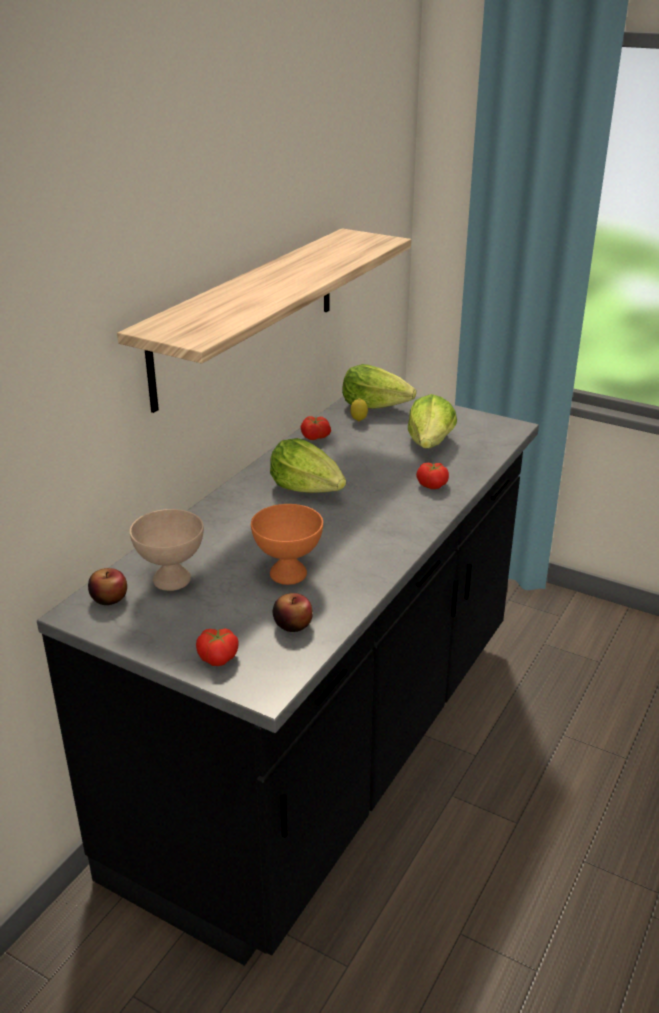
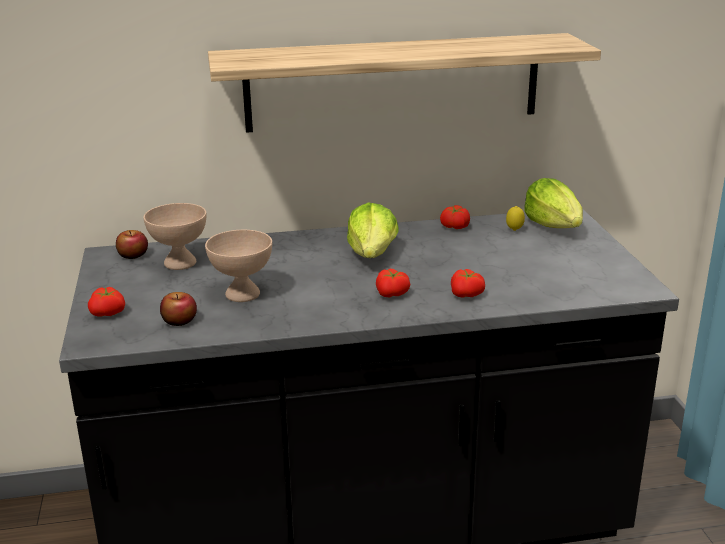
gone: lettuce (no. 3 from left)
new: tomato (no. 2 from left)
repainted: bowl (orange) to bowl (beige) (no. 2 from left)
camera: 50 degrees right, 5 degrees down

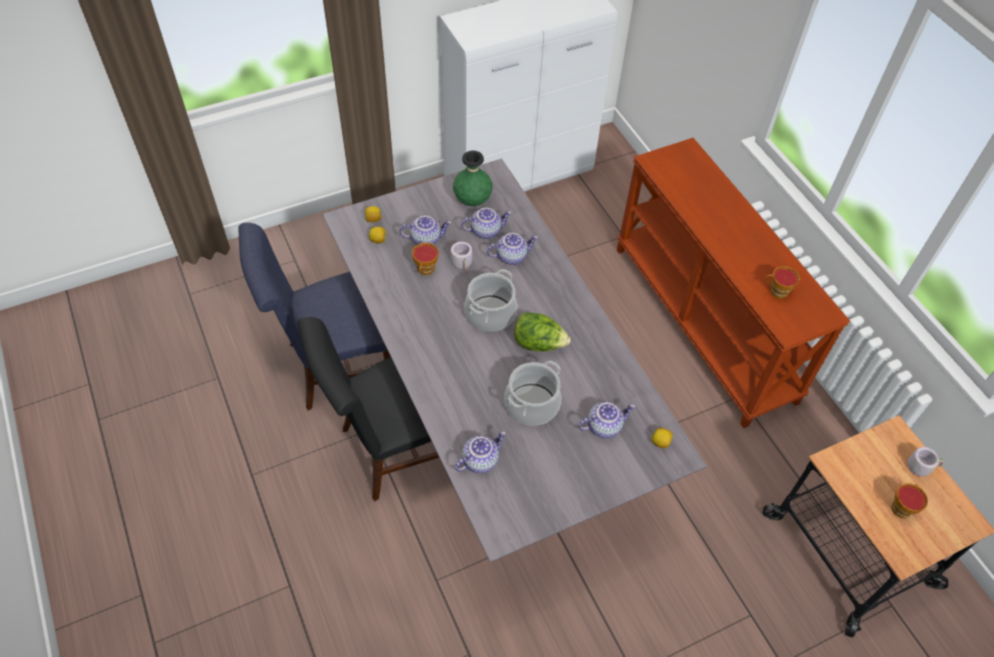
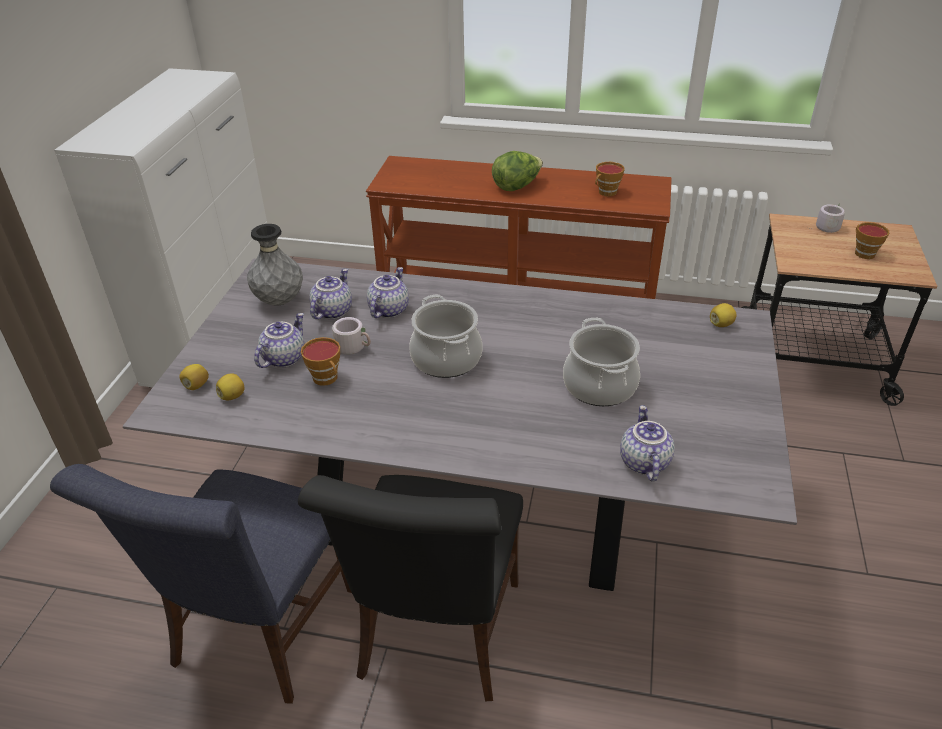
gone: teapot (no. 5 from left)
shifted: lettuce
repainted: vase (green) to vase (grey)
camera: 50 degrees left, 15 degrees down

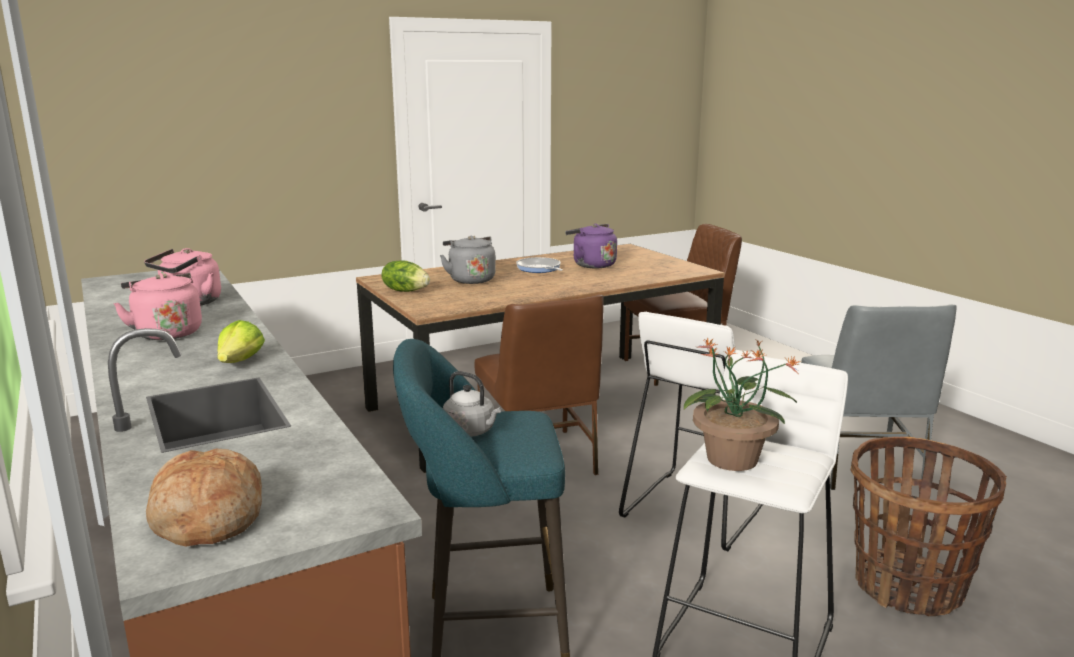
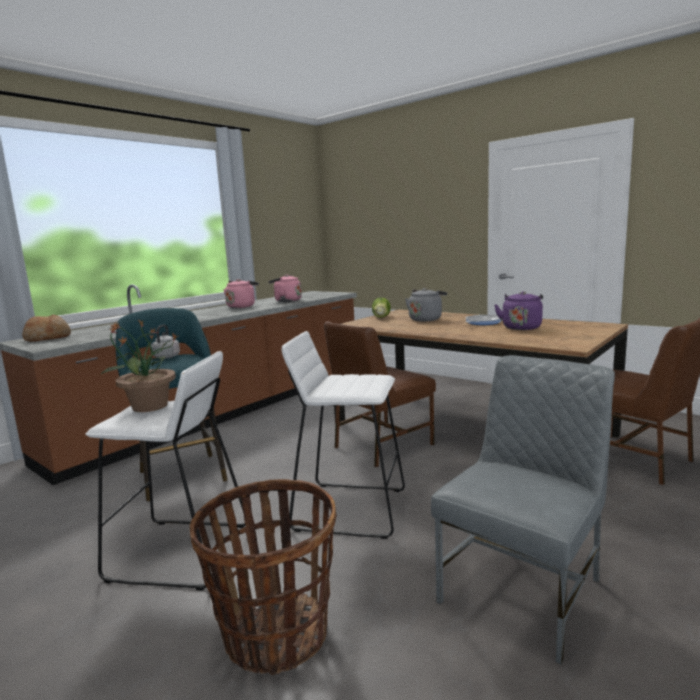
gone: lettuce (no. 1 from left)
rotated: chair (grey) 150 degrees clockwise
camera: 70 degrees right, 5 degrees down

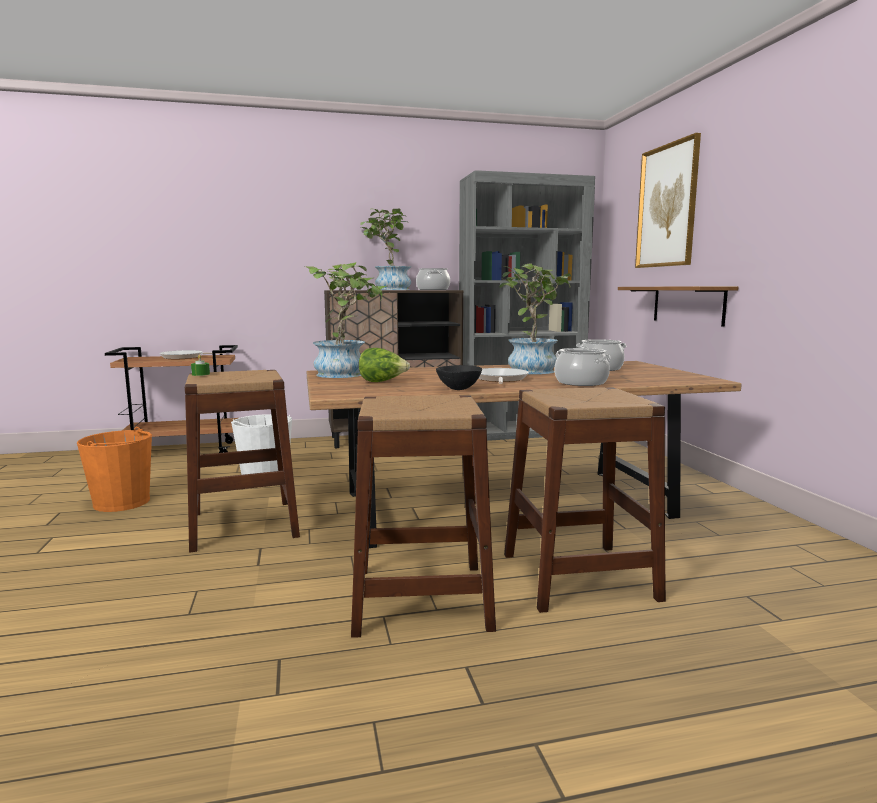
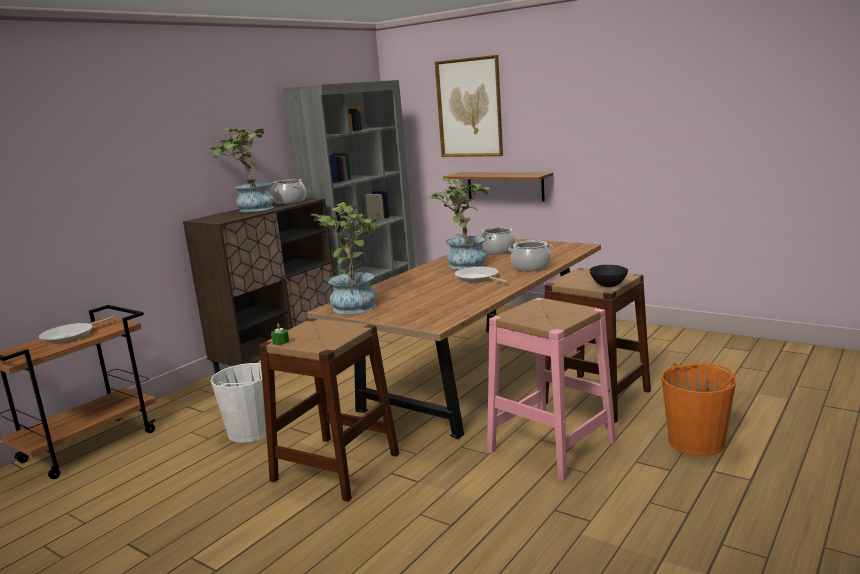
gone: lettuce
shifted: bucket (orange); bowl (black)
repainted: stool (brown) (no. 2 from left) to stool (pink)
camera: 40 degrees left, 5 degrees up

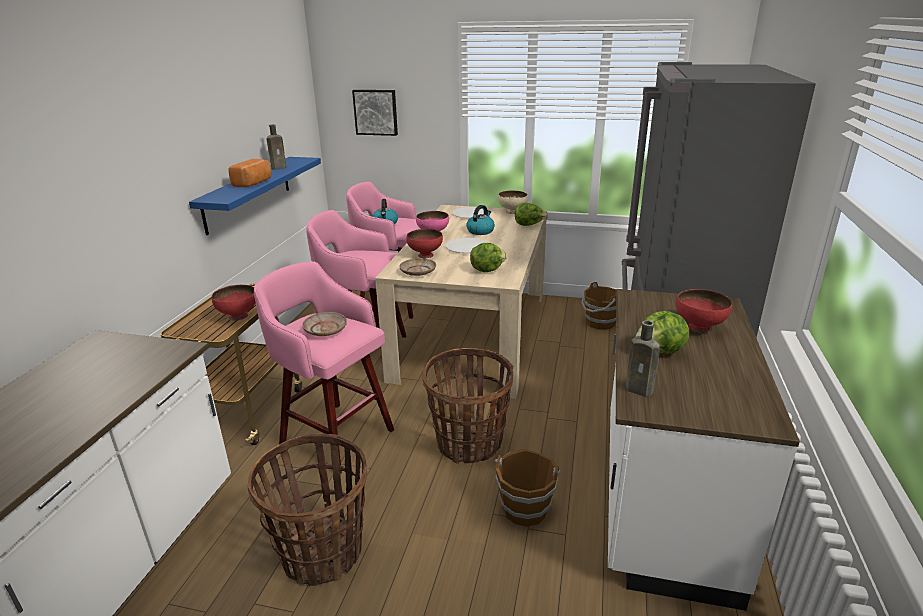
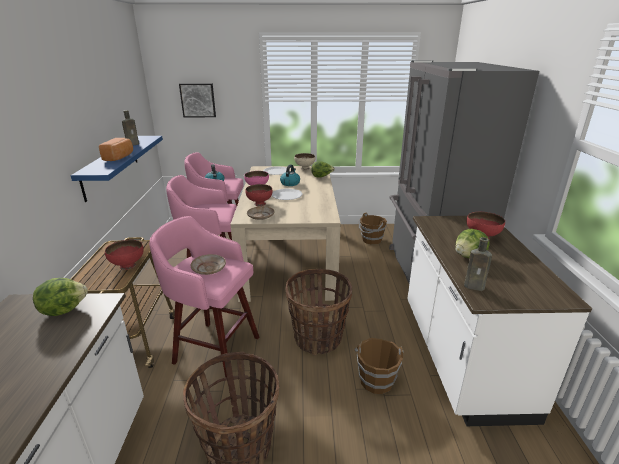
shifted: lettuce (no. 1 from left)
camera: 15 degrees left, 0 degrees up

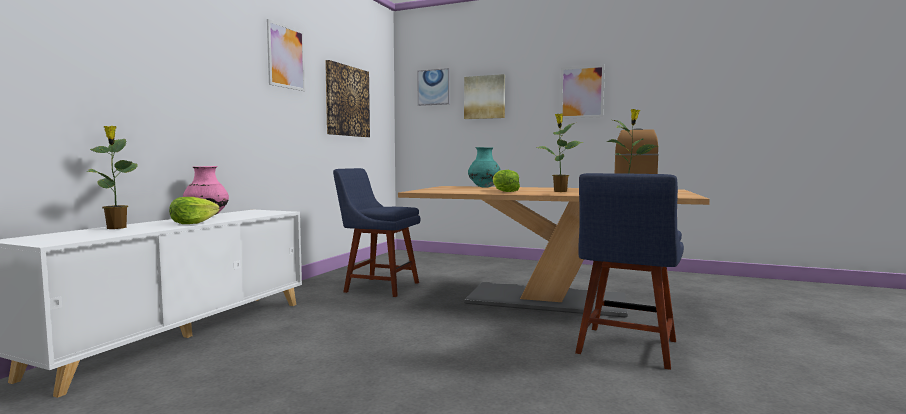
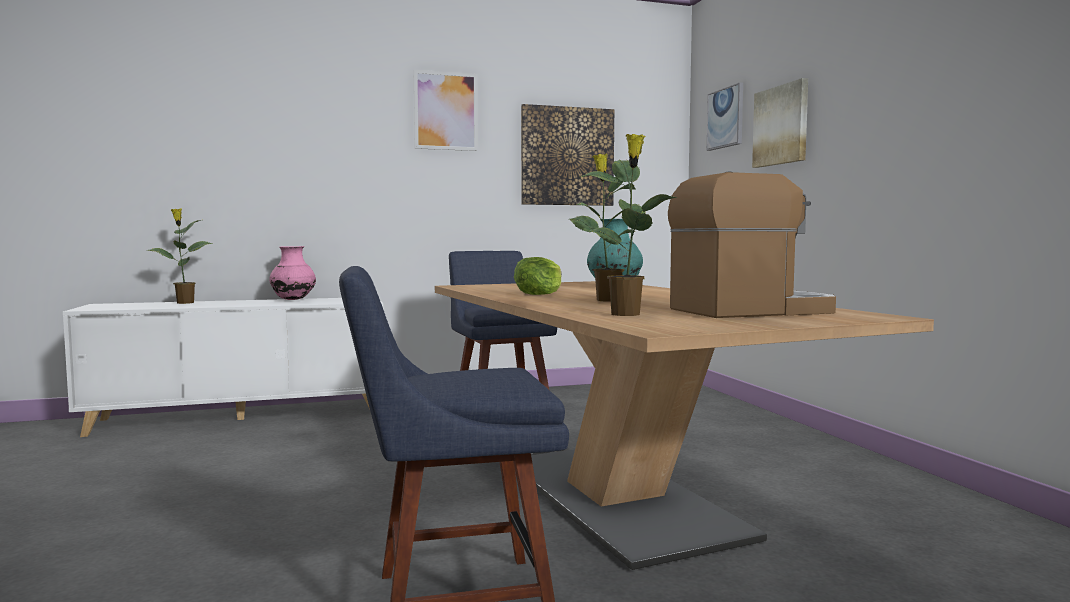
gone: lettuce (no. 1 from left); picture (no. 5 from left)
camera: 50 degrees right, 0 degrees up

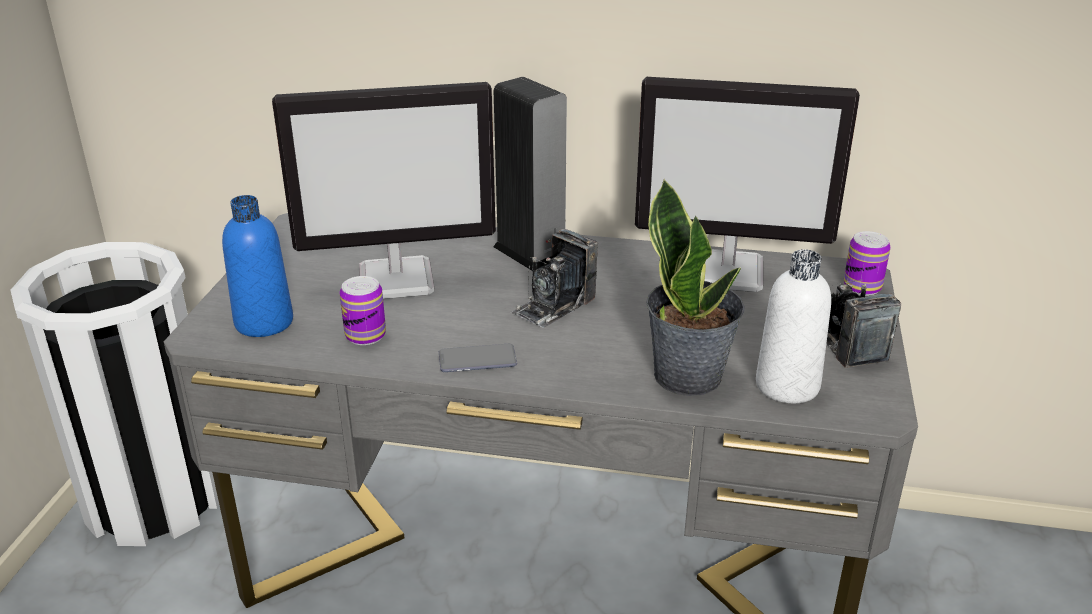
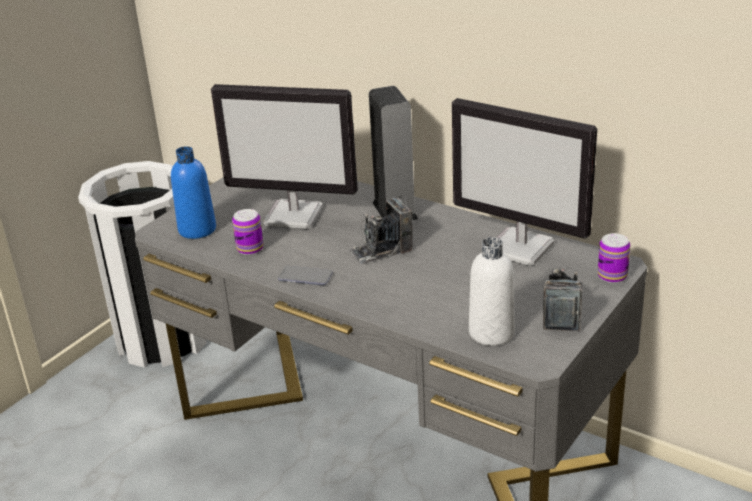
gone: potted plant
camera: 25 degrees right, 0 degrees up

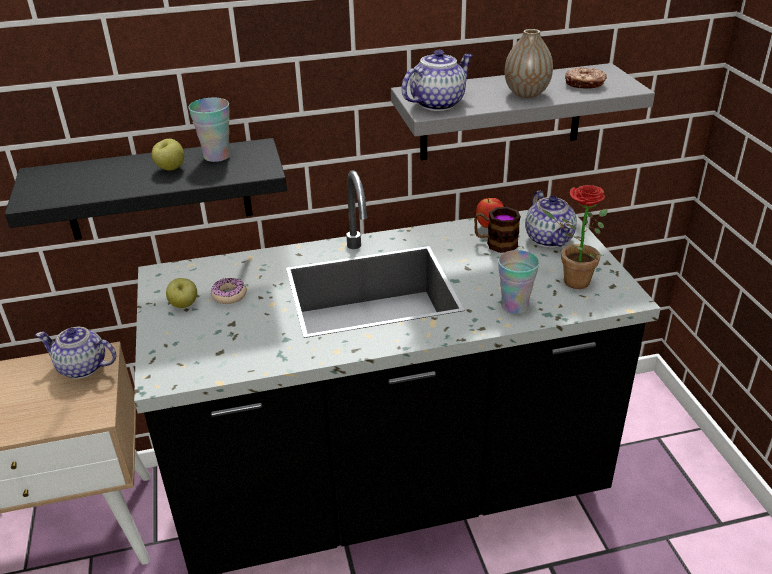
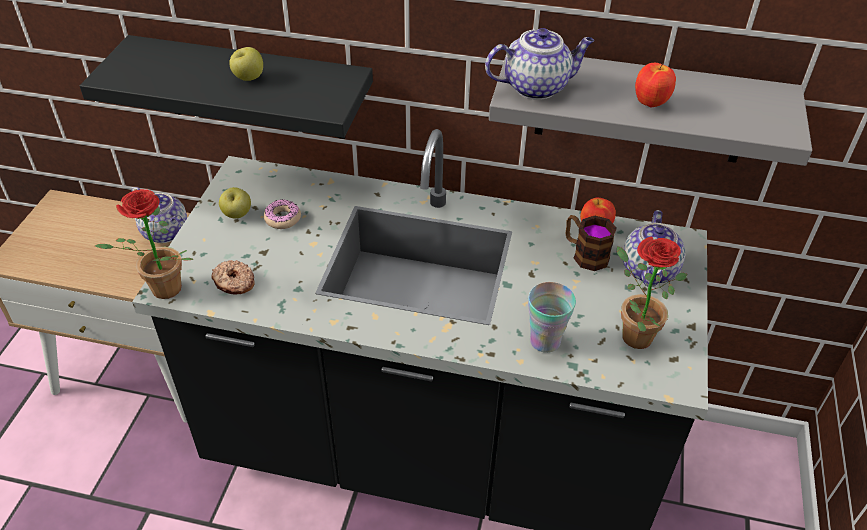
gone: cup (no. 1 from left)
new: potted plant (no. 1 from left)
shifted: donut (no. 2 from left in the first image) to donut (no. 1 from left)
swapped: vase to apple (no. 4 from left)
camera: 25 degrees right, 10 degrees up

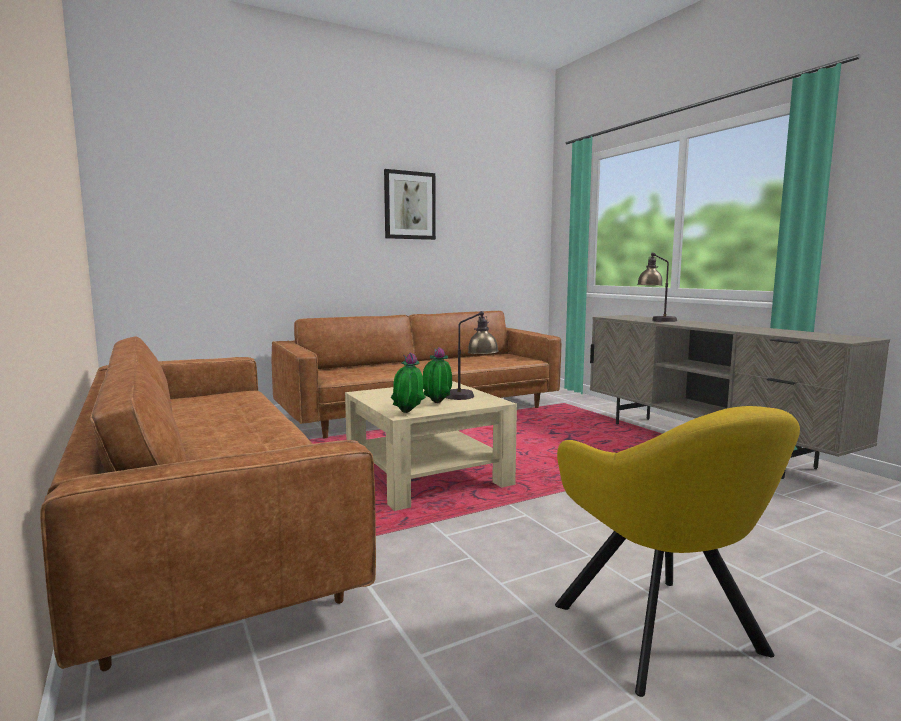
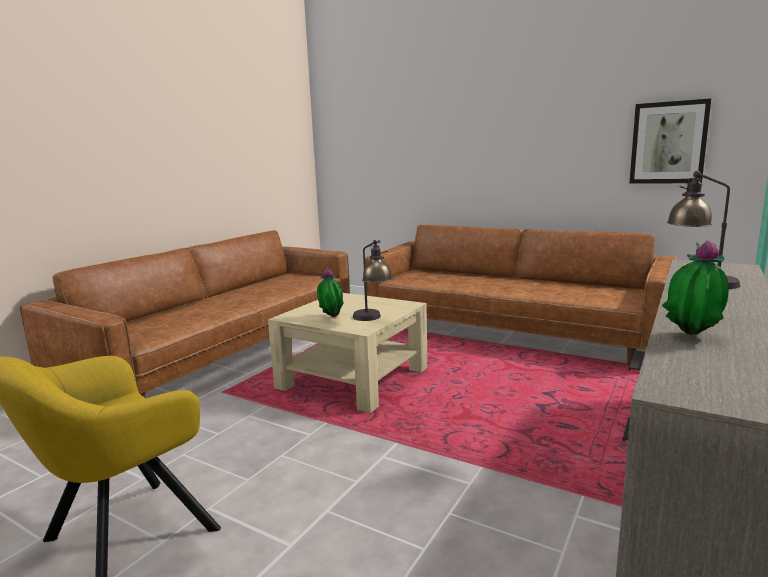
shifted: picture; potted plant (no. 1 from left in the first image) to potted plant (no. 2 from left)
camera: 60 degrees right, 5 degrees up

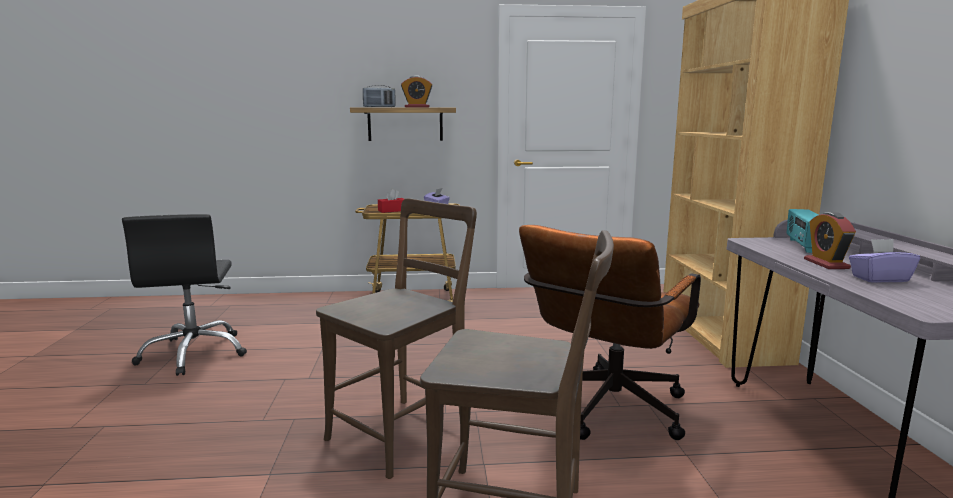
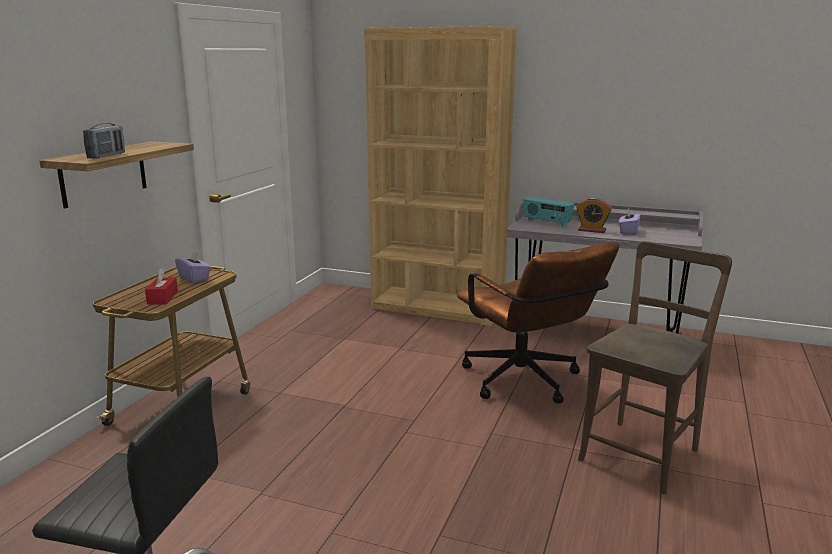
gone: chair (brown) (no. 1 from left); alarm clock (no. 1 from left)
camera: 65 degrees left, 5 degrees up

